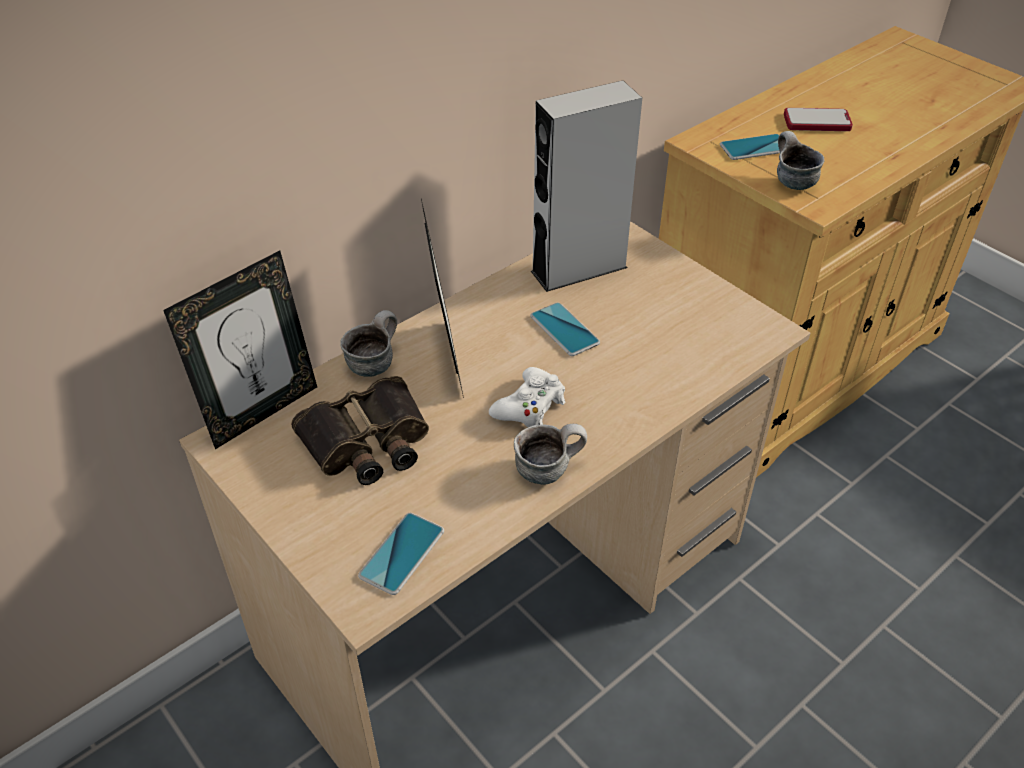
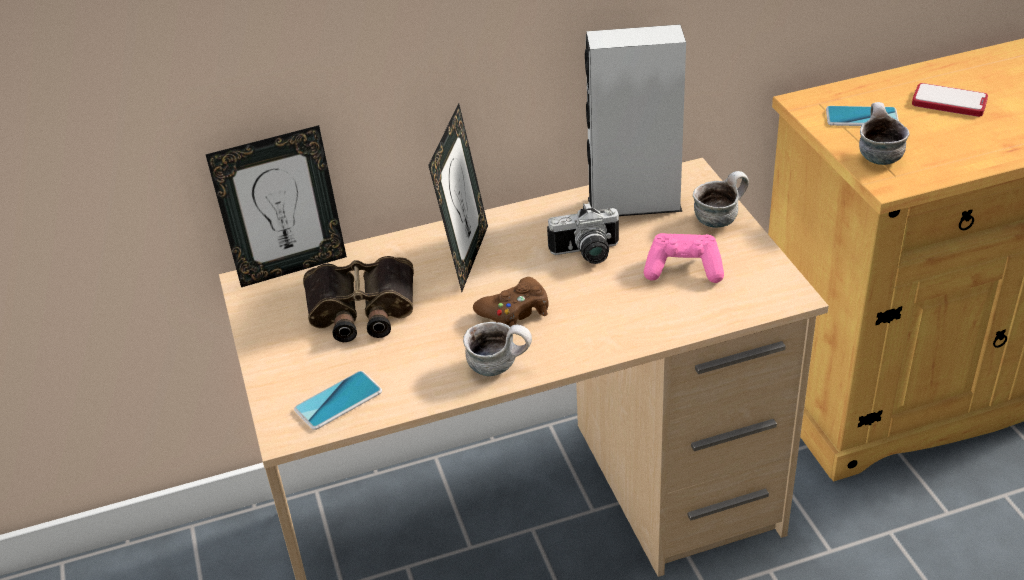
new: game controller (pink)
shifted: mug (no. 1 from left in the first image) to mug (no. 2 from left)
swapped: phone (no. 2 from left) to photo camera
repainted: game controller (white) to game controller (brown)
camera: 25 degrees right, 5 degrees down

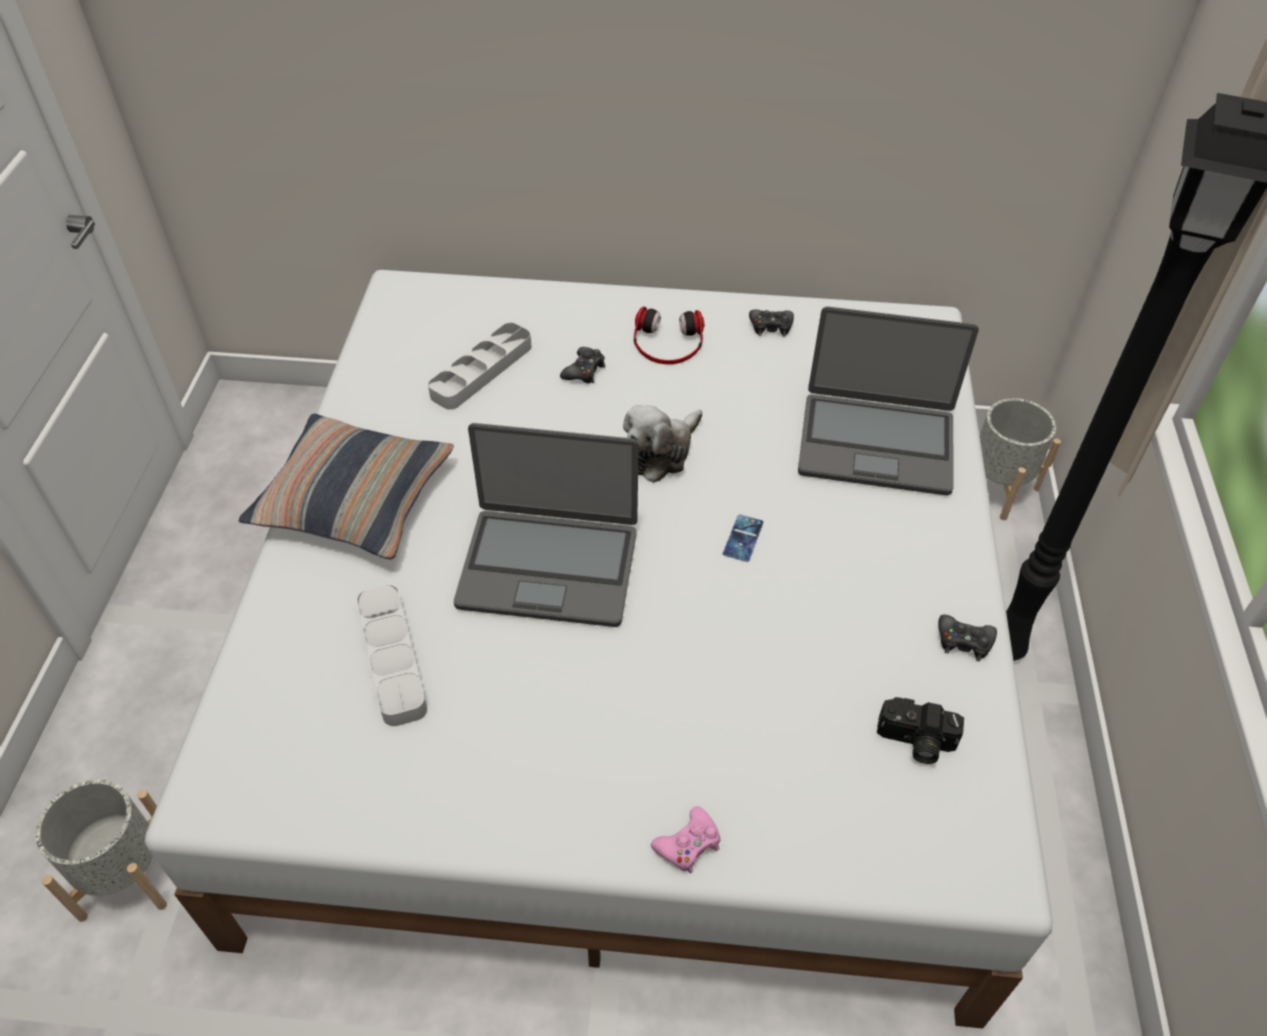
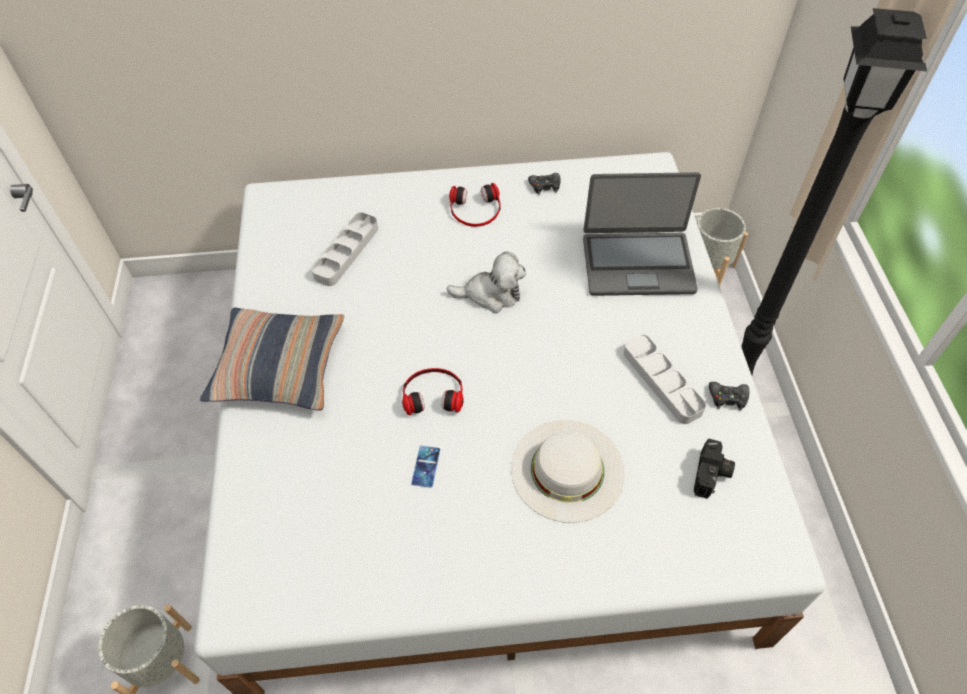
gone: game controller (black) (no. 1 from left); game controller (pink)
new: hat (white)
shifted: tray (grey) (no. 1 from left in the first image) to tray (grey) (no. 2 from left); phone
swapped: laptop (no. 1 from left) to headphones (no. 1 from left)
rotated: plush toy 120 degrees counterclockwise; photo camera 75 degrees counterclockwise
camera: 10 degrees left, 5 degrees up

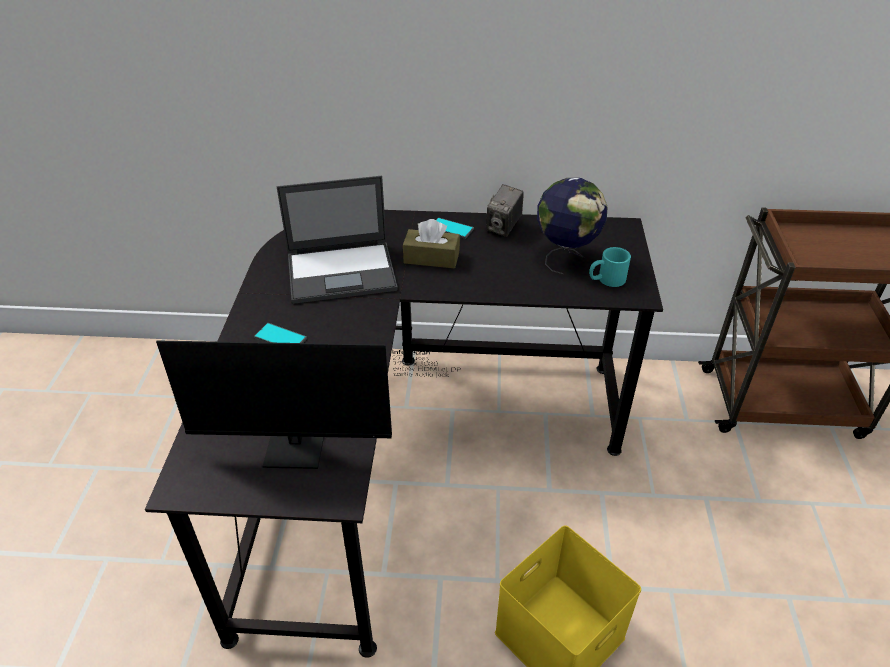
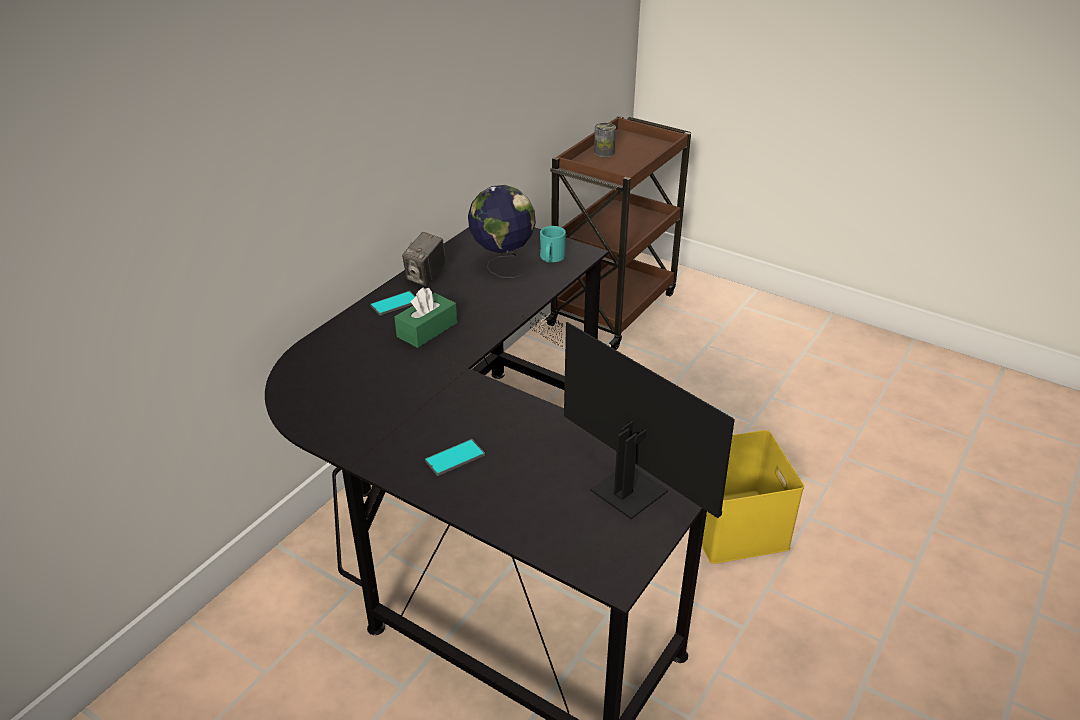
gone: laptop
new: can
repainted: tissue box (brown) to tissue box (green)
rotated: monitor 75 degrees counterclockwise; photo camera 60 degrees clockwise
camera: 60 degrees left, 5 degrees down

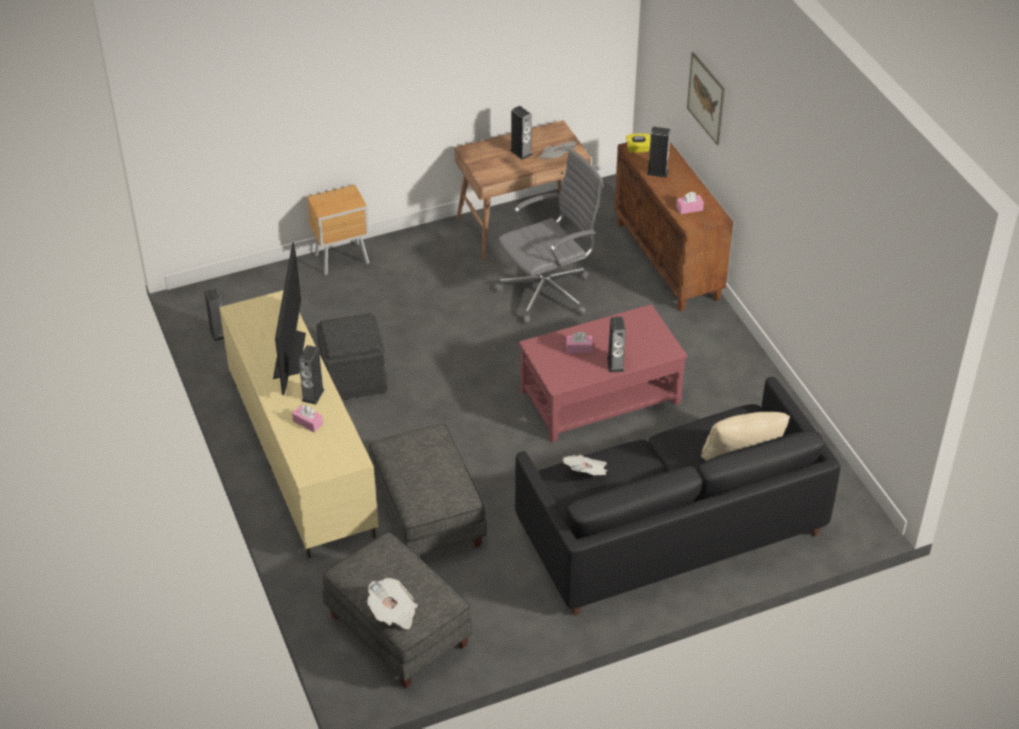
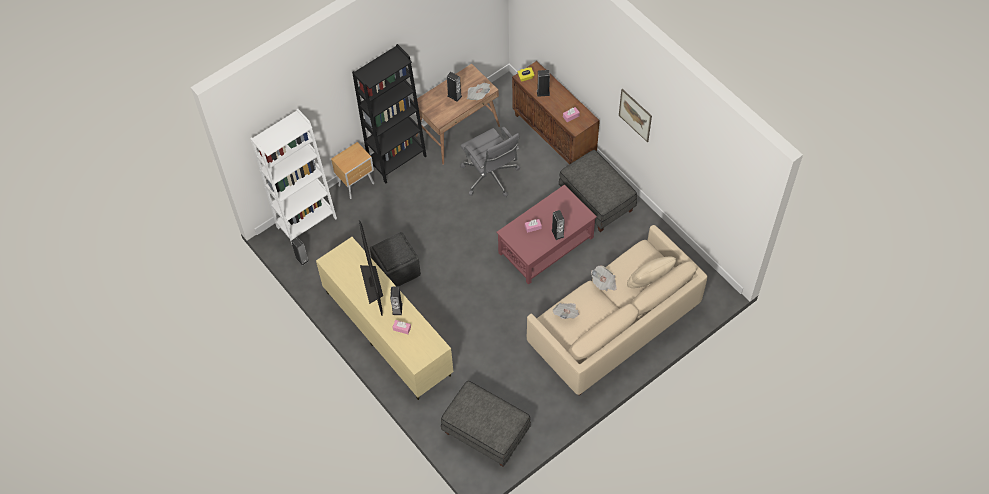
new: bookcase (white); bookcase (black)
shifted: newspaper (no. 1 from left in the first image) to newspaper (no. 3 from left); ottoman (grey) (no. 3 from left); picture
repainted: sofa (black) to sofa (beige)
rotated: office chair (grey) 105 degrees clockwise
camera: 15 degrees left, 15 degrees up

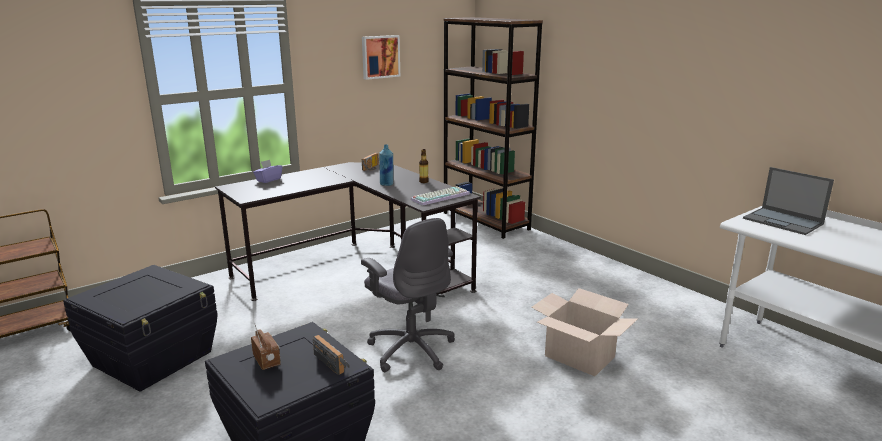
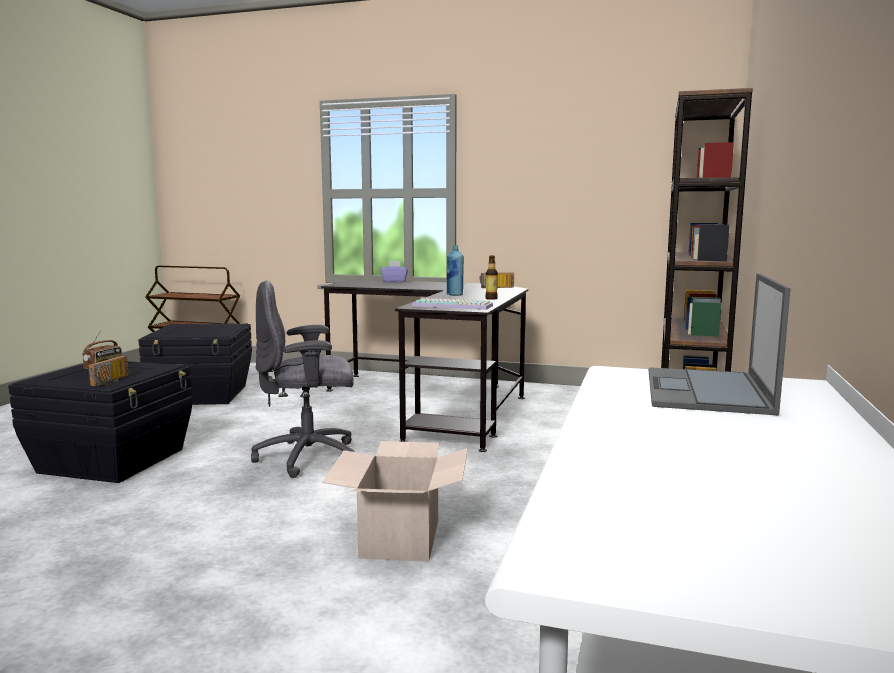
gone: picture
rotated: office chair (grey) 60 degrees clockwise
camera: 55 degrees right, 10 degrees down

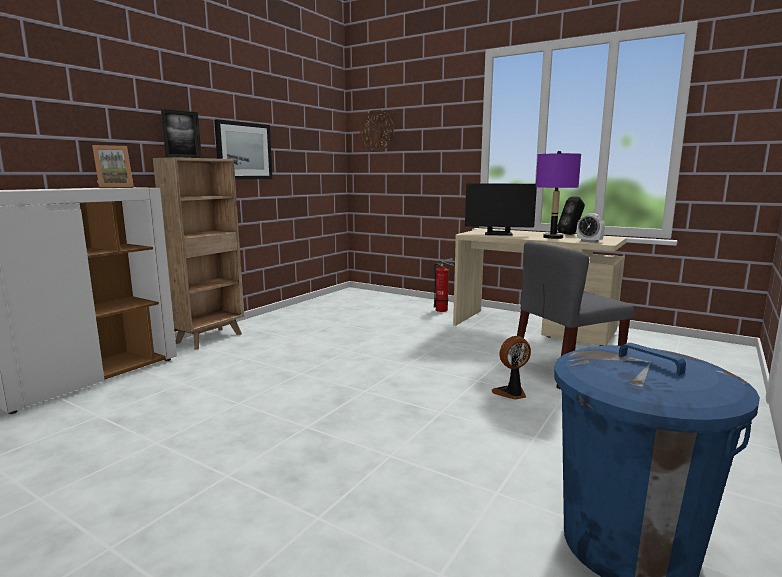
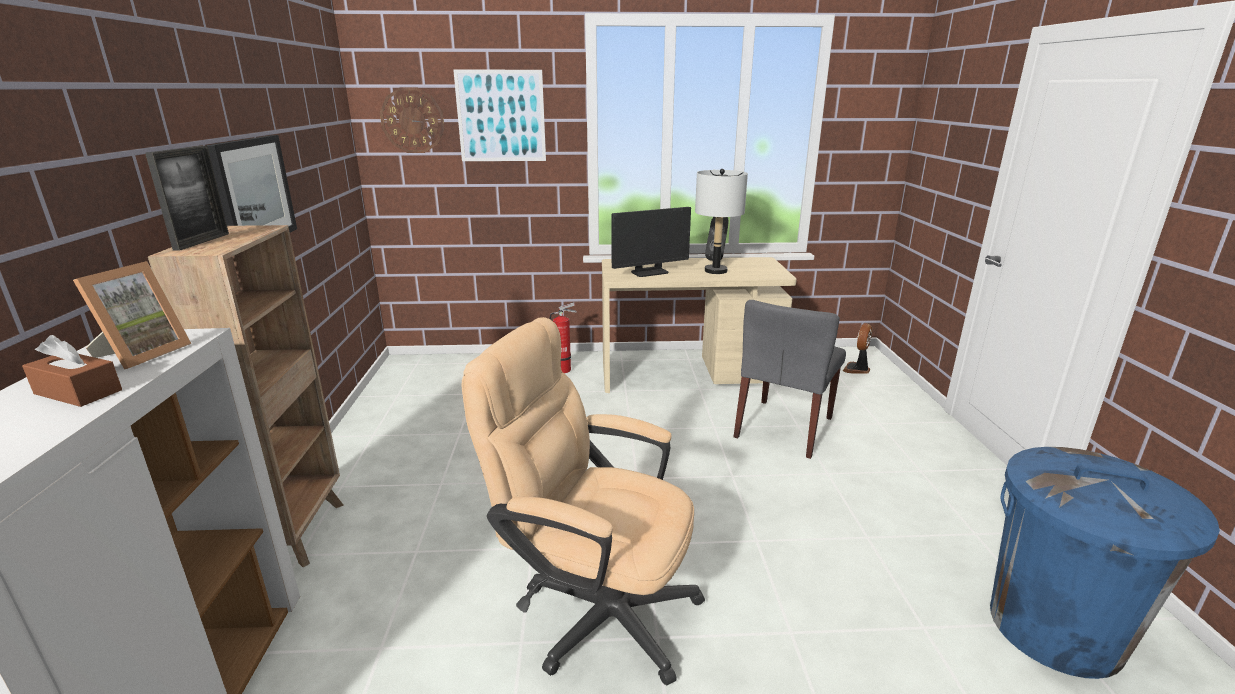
gone: alarm clock
new: tissue box (brown); picture (no. 2 from left); office chair (beige)
shifted: fan
repainted: table lamp (purple) to table lamp (grey)
camera: 35 degrees left, 10 degrees up

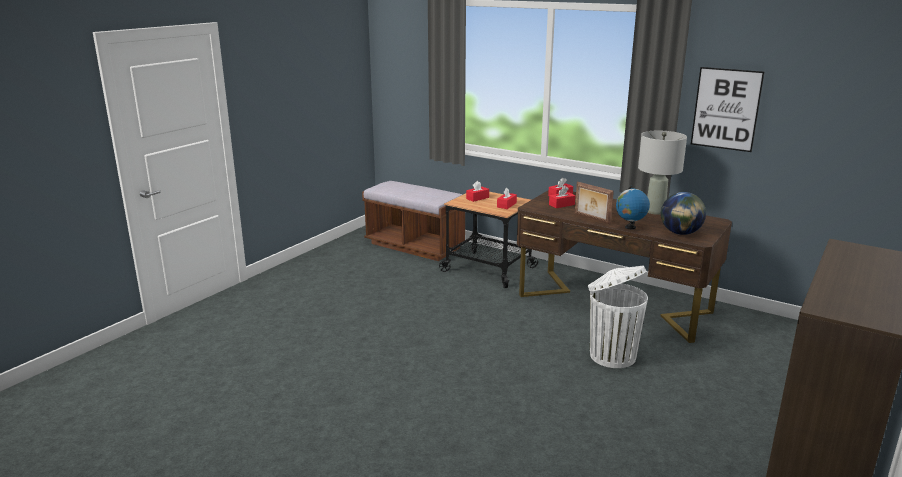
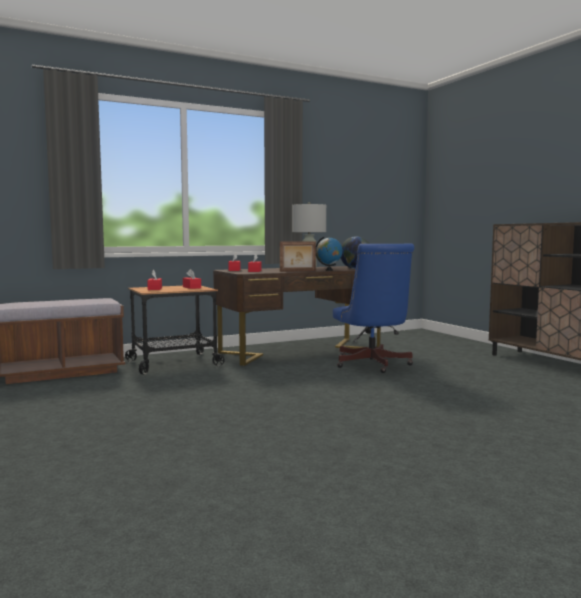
gone: picture
swapped: trash can (white) to office chair (blue)
camera: 60 degrees left, 15 degrees down

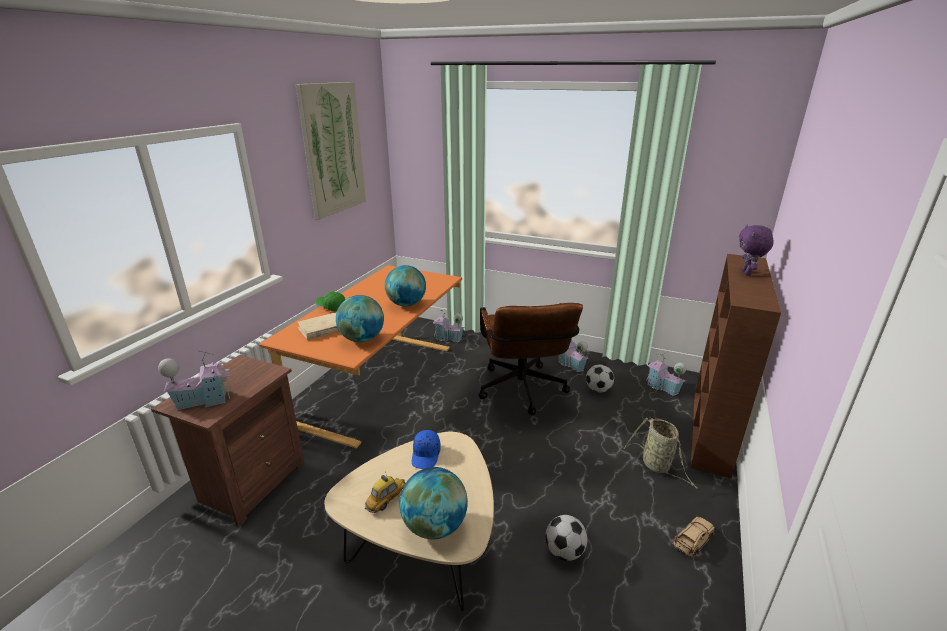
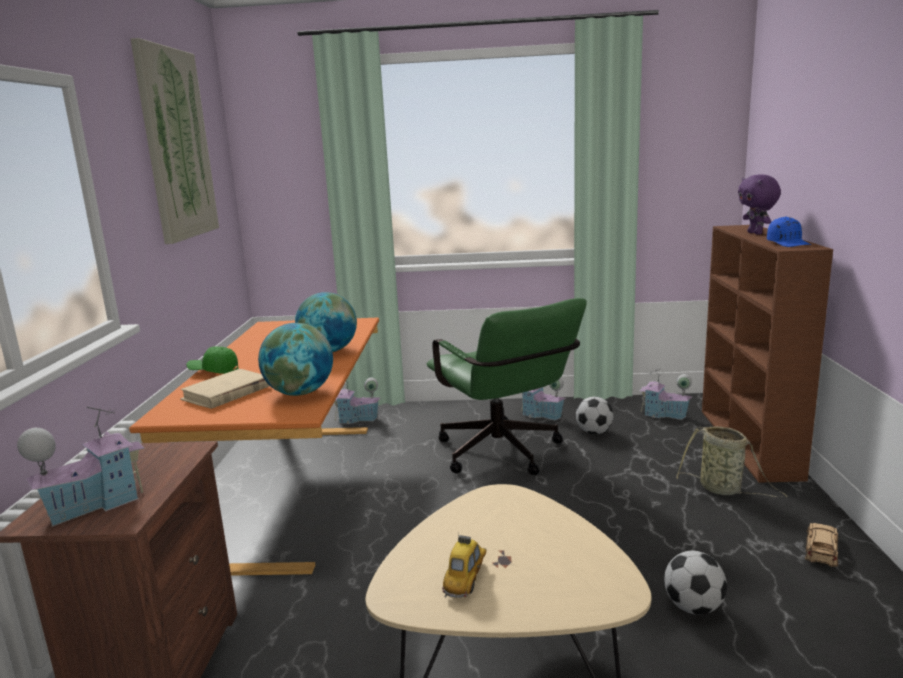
gone: globe (no. 3 from left)
shifted: cap (blue)
repainted: office chair (brown) to office chair (green)
camera: 20 degrees left, 10 degrees down

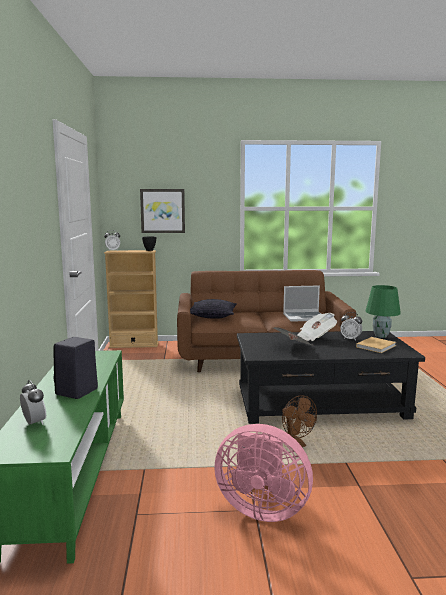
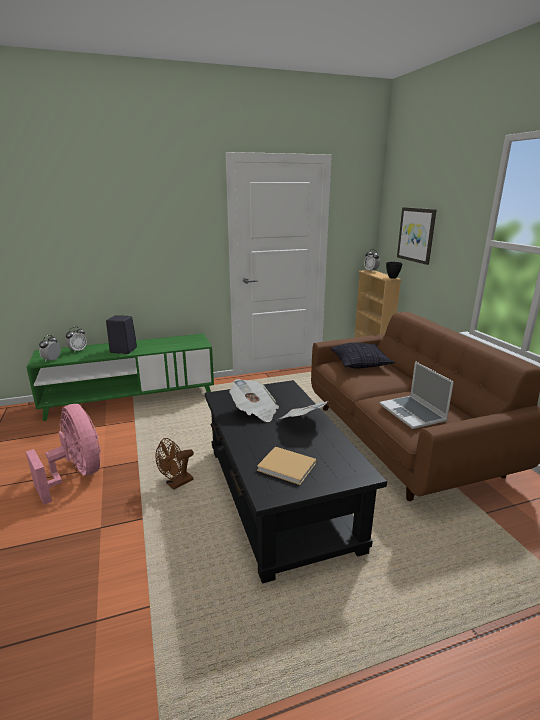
gone: table lamp (green)
shifted: alarm clock (no. 3 from left in the first image) to alarm clock (no. 1 from left)
rotated: fan (pink) 135 degrees clockwise
camera: 75 degrees right, 10 degrees up

